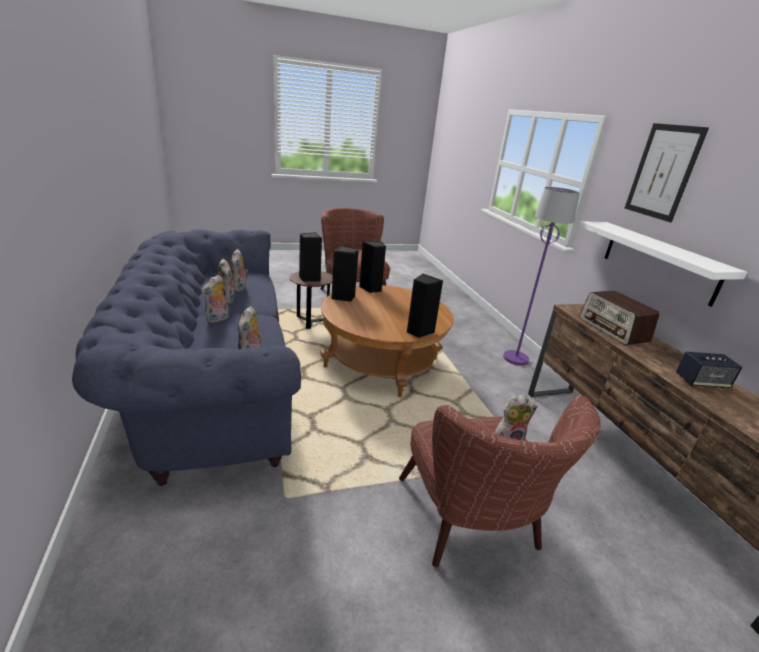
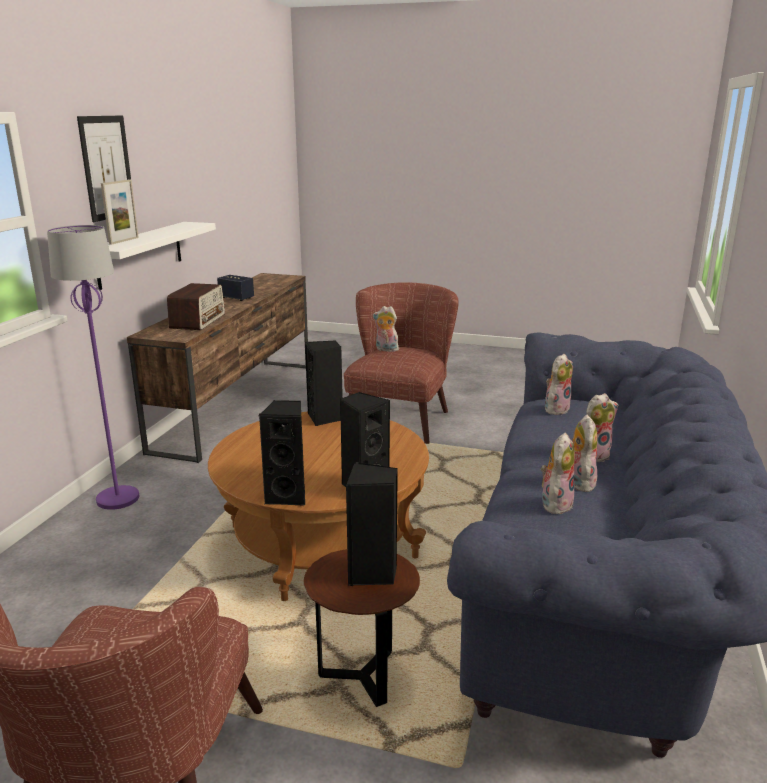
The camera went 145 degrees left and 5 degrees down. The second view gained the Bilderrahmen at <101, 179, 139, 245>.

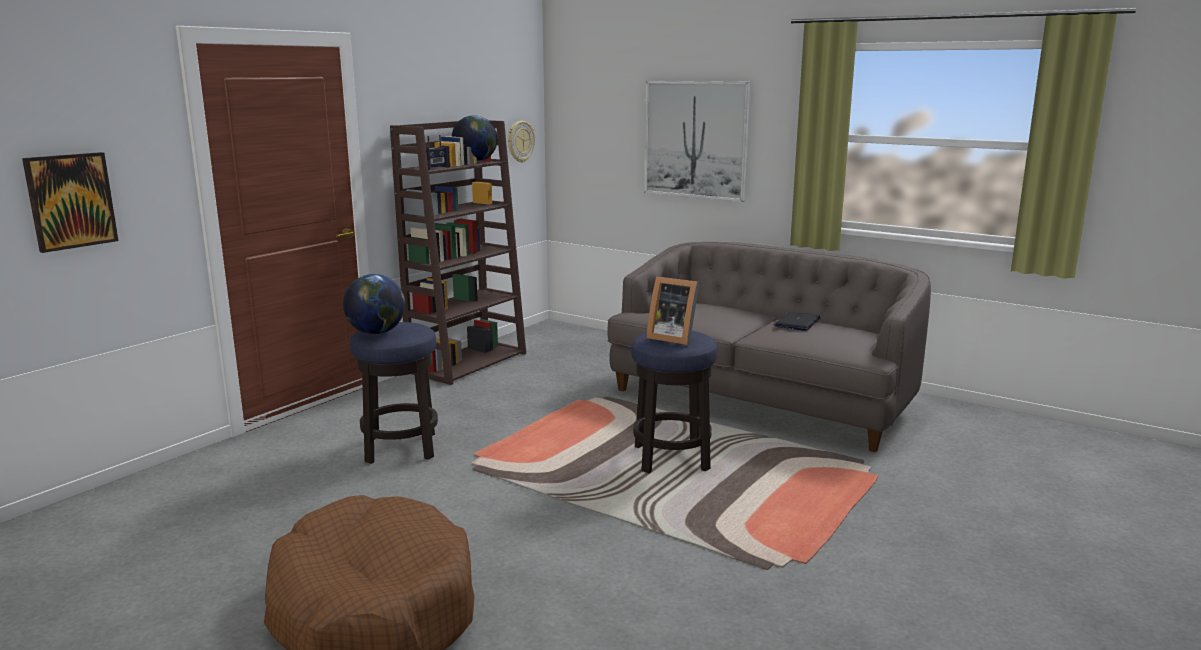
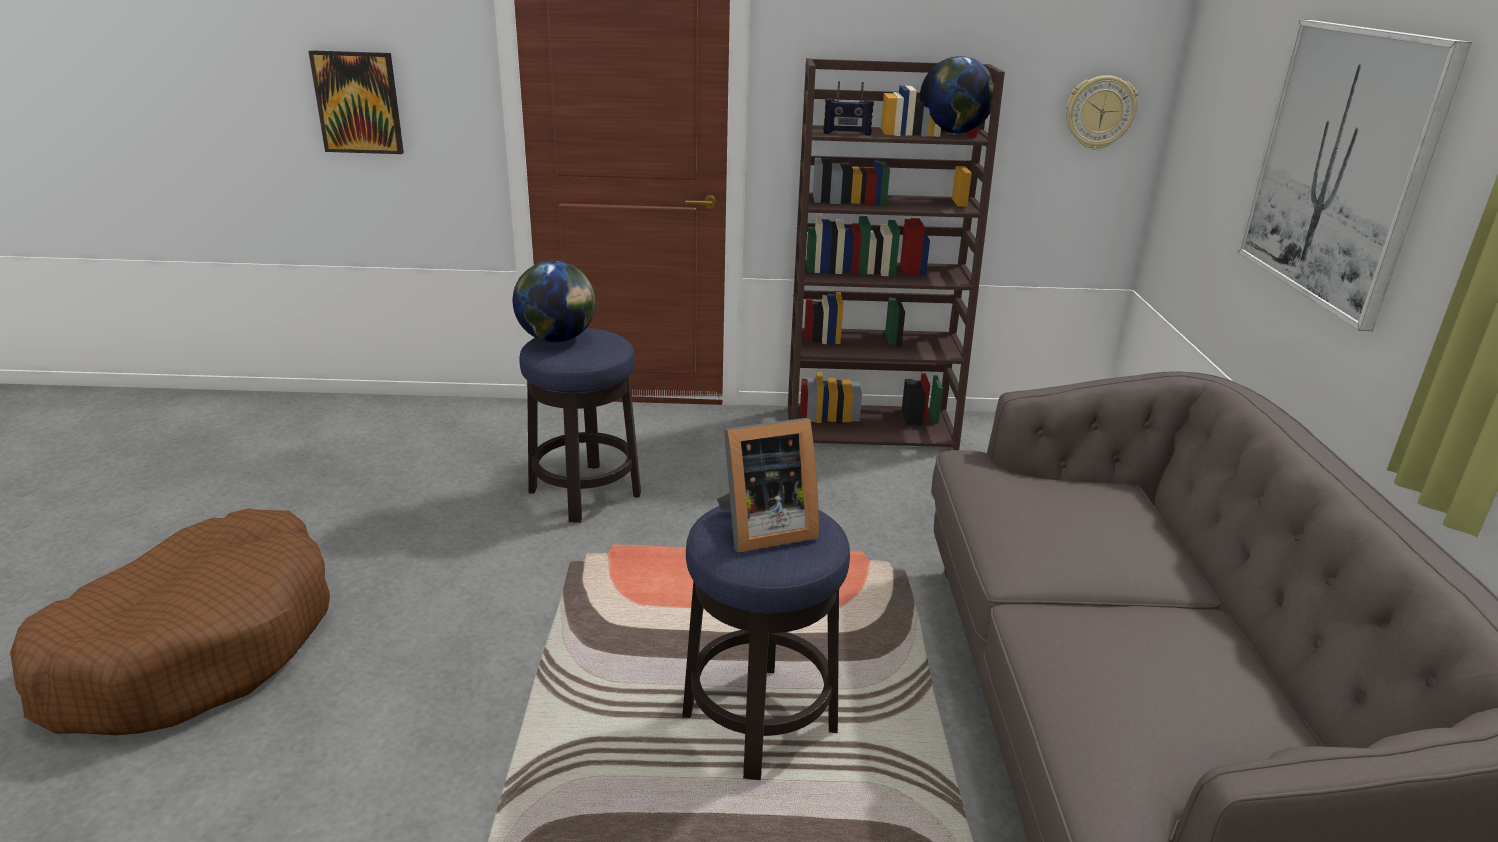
The camera went 55 degrees right and 10 degrees up. The Bilderrahmen at <646, 276, 700, 345> ended up facing another way, 105 degrees counterclockwise from before. The second view lost the Laptop at <774, 312, 820, 331>.

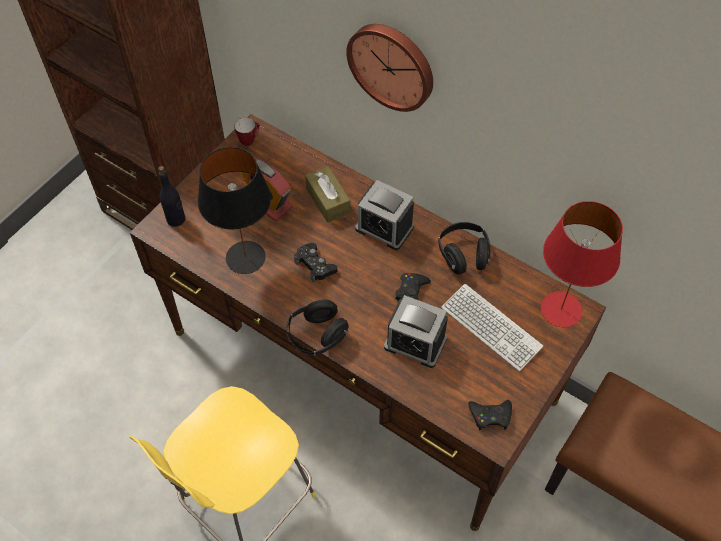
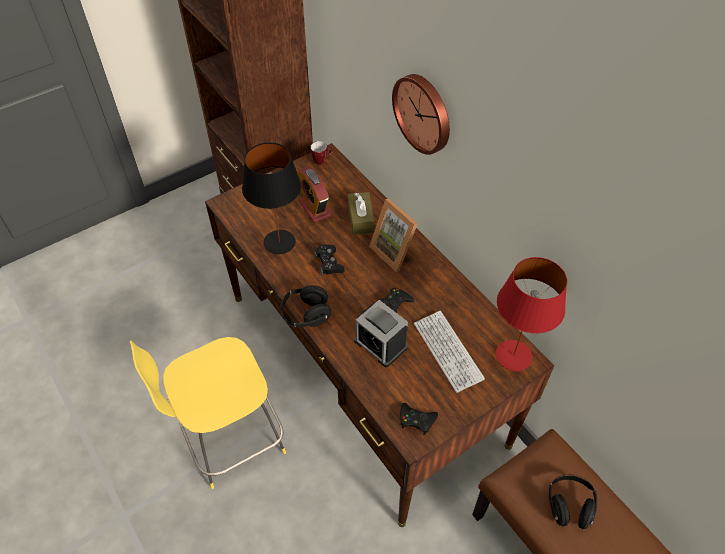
The camera went 20 degrees right and 5 degrees down. The second view lost the Flasche/schwarz at <158, 166, 185, 227>. Where the Wecker stood at <356, 180, 414, 250>, the Bilderrahmen came to stand at <369, 198, 418, 272>. The Kopfhörer/schwarz ended up elsewhere, having gone from <438, 222, 490, 274> to <549, 474, 597, 529>.

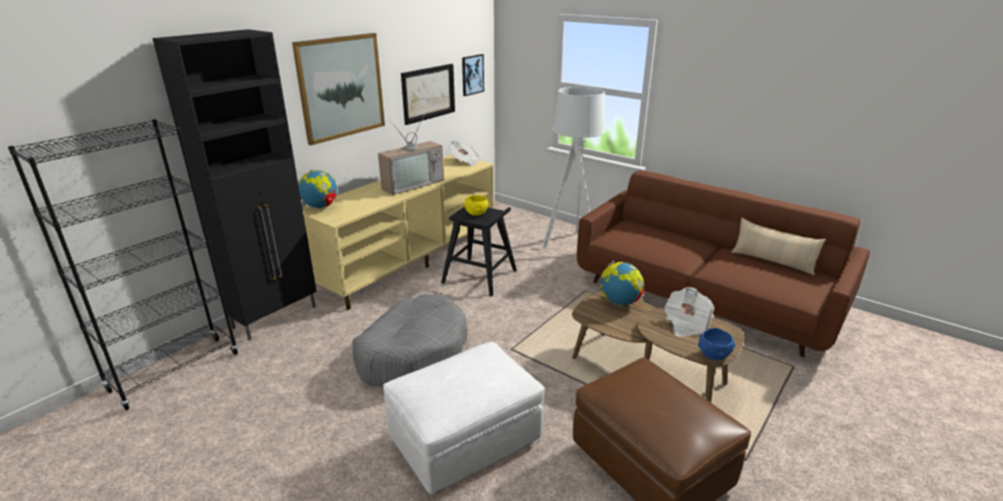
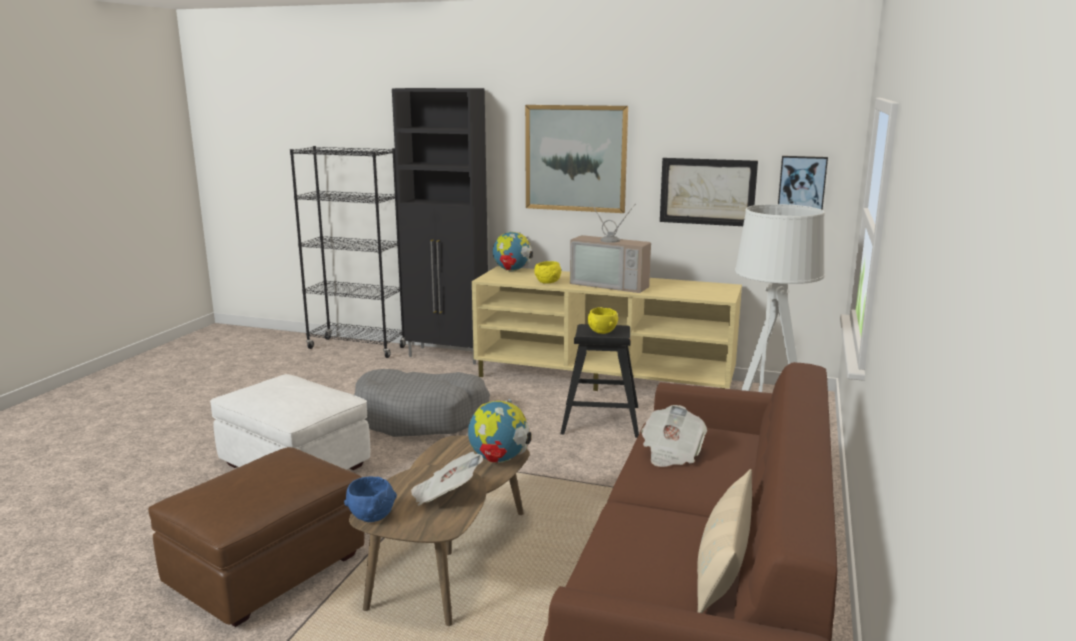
The camera went 70 degrees right and 10 degrees down. The Zeitung ended up elsewhere, having gone from <448, 141, 481, 166> to <641, 405, 707, 467>. The second view gained the Schüssel/gelb at <534, 261, 561, 284>.

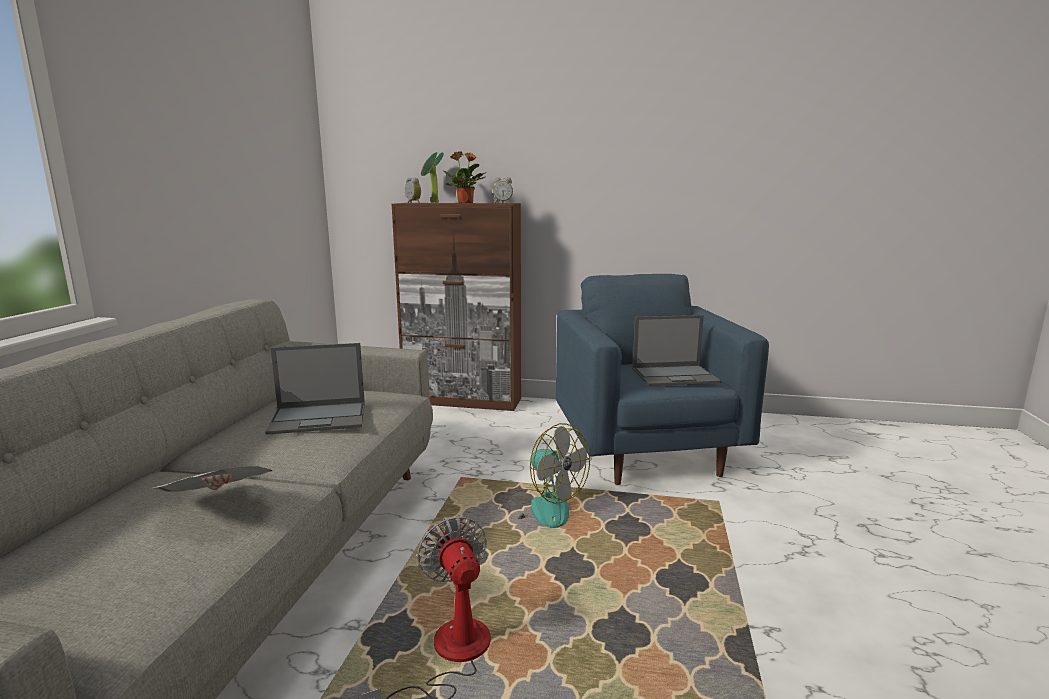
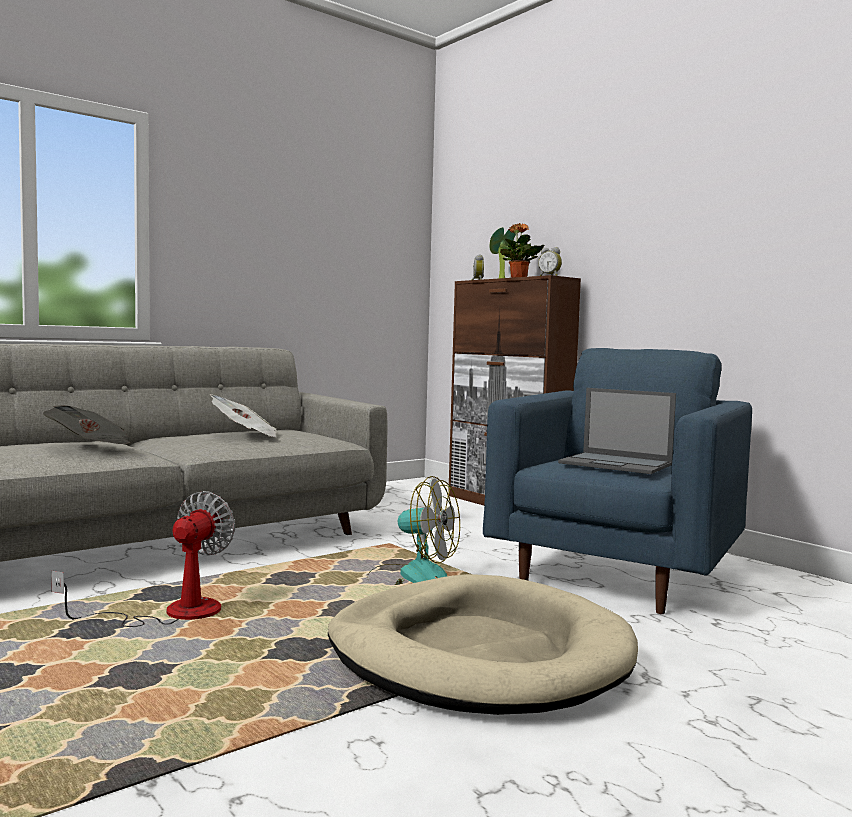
The camera went 40 degrees right and 10 degrees down. Where the Laptop stood at <265, 343, 365, 435>, the Zeitung came to stand at <210, 394, 277, 438>. The Ventilator at <500, 423, 590, 528> ended up facing another way, 60 degrees counterclockwise from before. The second view gained the Hundebett/beige at <328, 574, 638, 715>.

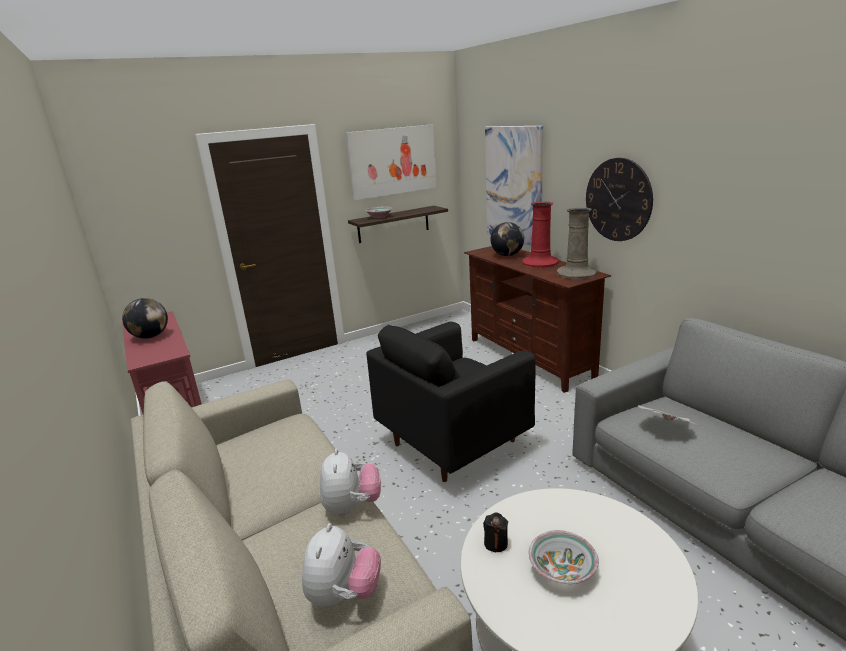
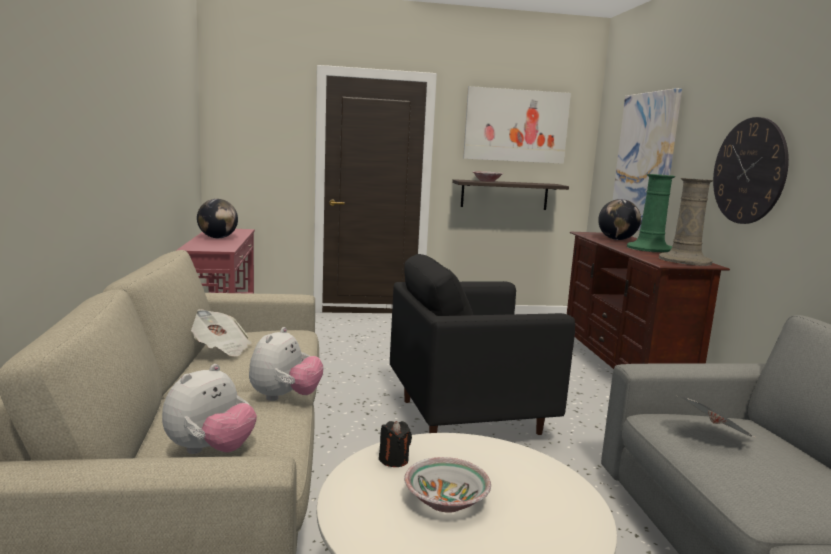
The camera went 20 degrees right and 10 degrees down. What was the Vase/rot at <522, 201, 559, 268> turned into the Vase/grün at <627, 174, 675, 253>. The second view gained the Zeitung at <191, 309, 252, 357>.

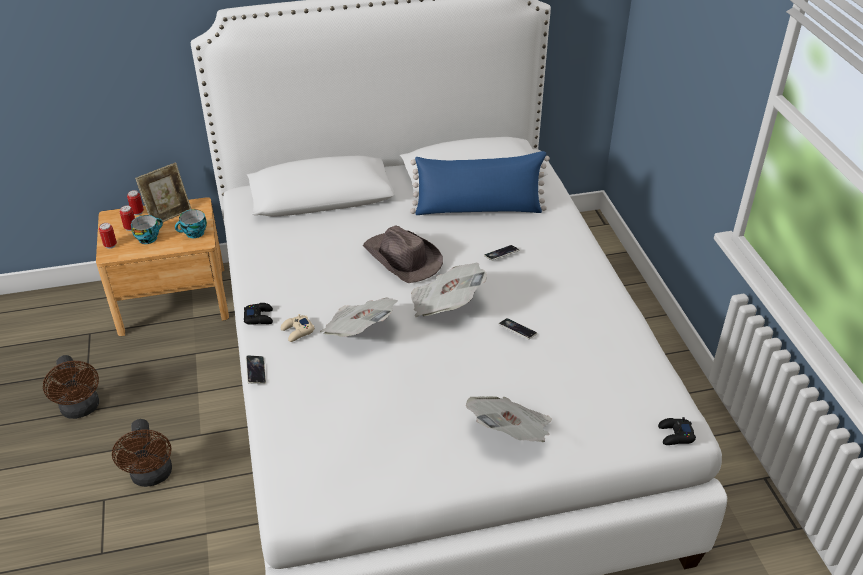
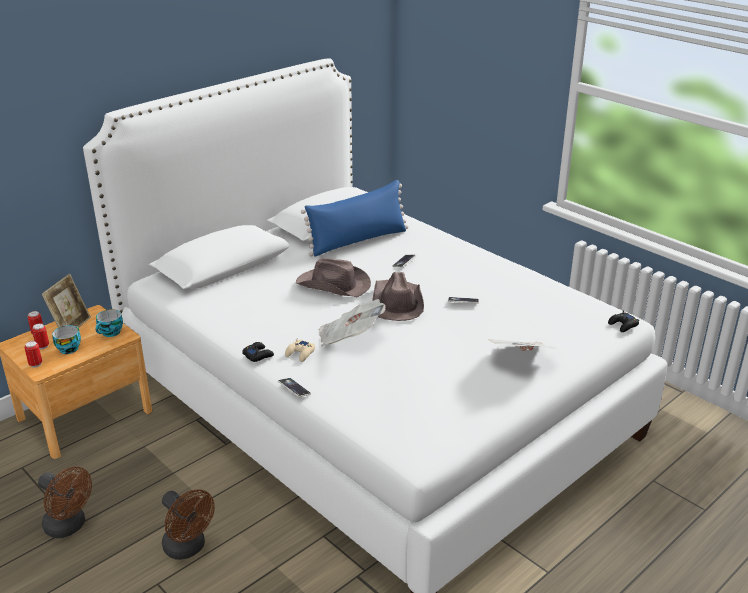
The camera went 30 degrees left and 10 degrees down. Where the Zeitung stood at <411, 263, 487, 317>, the Hut/braun came to stand at <372, 272, 424, 321>.

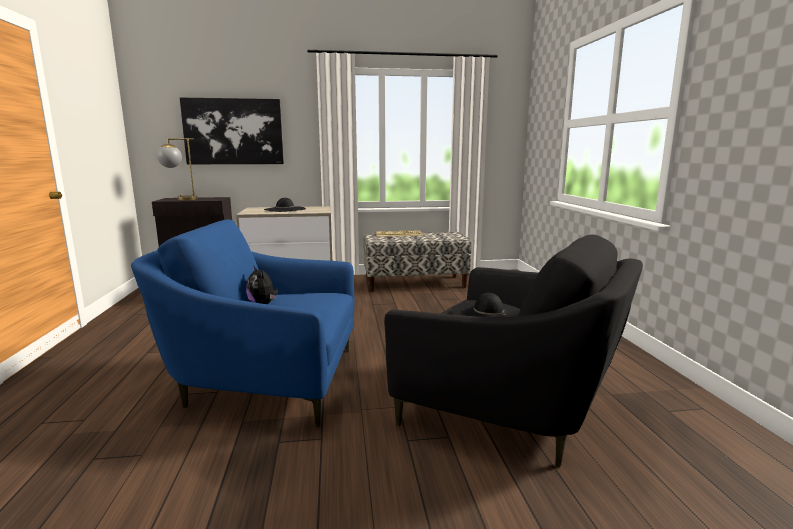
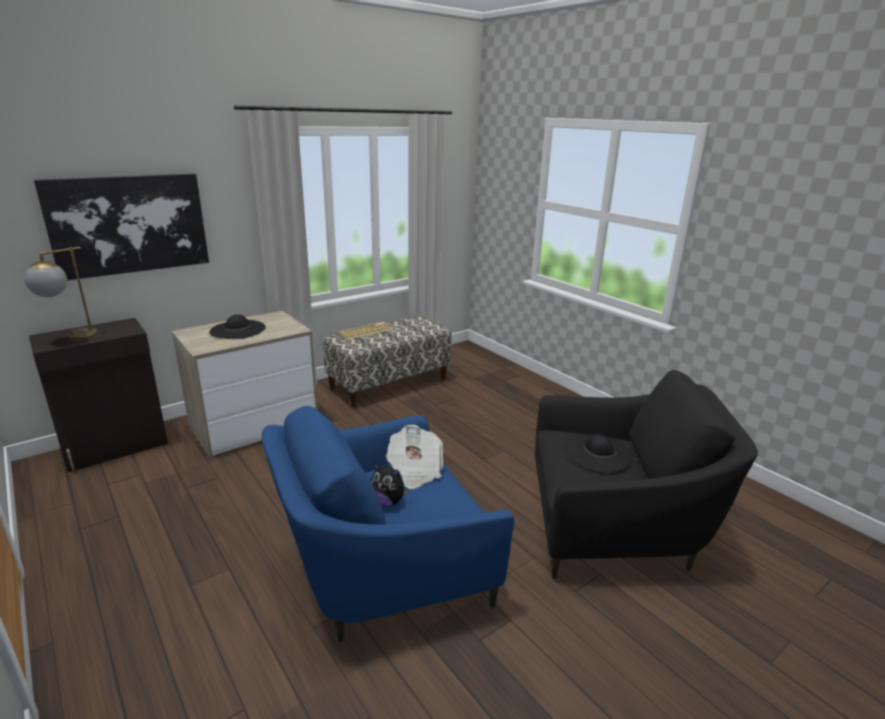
The camera went 30 degrees left and 10 degrees up. The second view gained the Zeitung at <386, 425, 443, 489>.

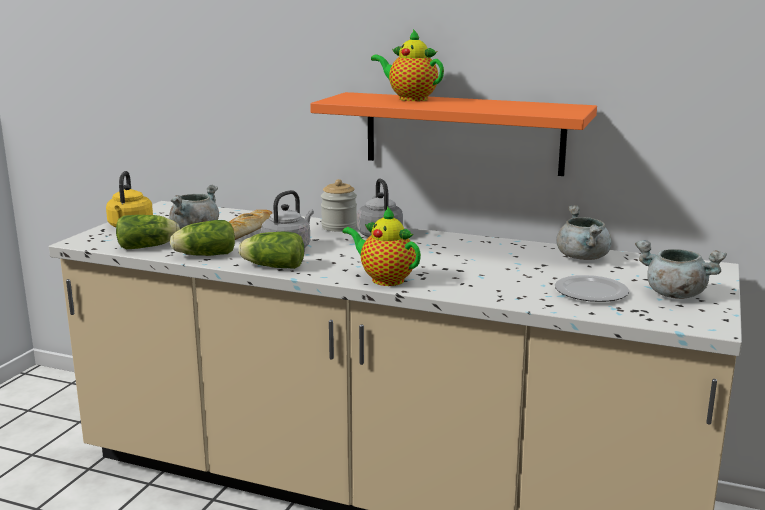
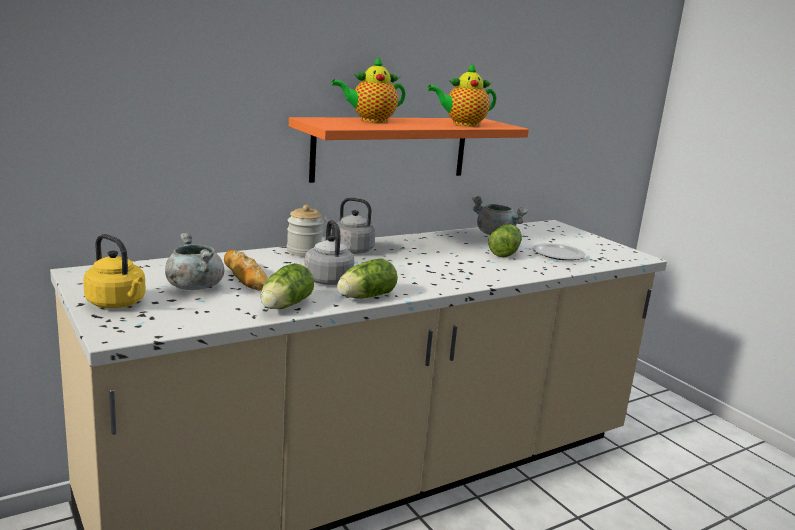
The camera went 55 degrees left and 0 degrees up. The Teekanne ended up elsewhere, having gone from <342, 206, 421, 286> to <427, 63, 497, 127>. The Salatkopf ended up elsewhere, having gone from <116, 215, 180, 249> to <488, 224, 522, 257>. The second view lost the Kochtopf/grau at <635, 240, 727, 299>.

